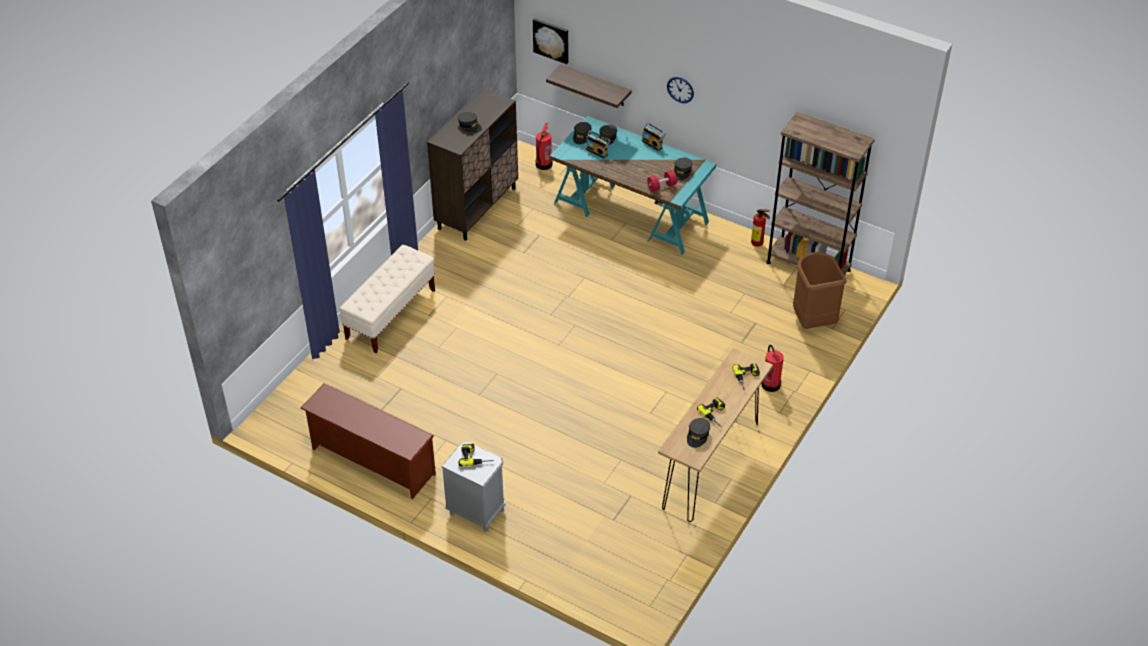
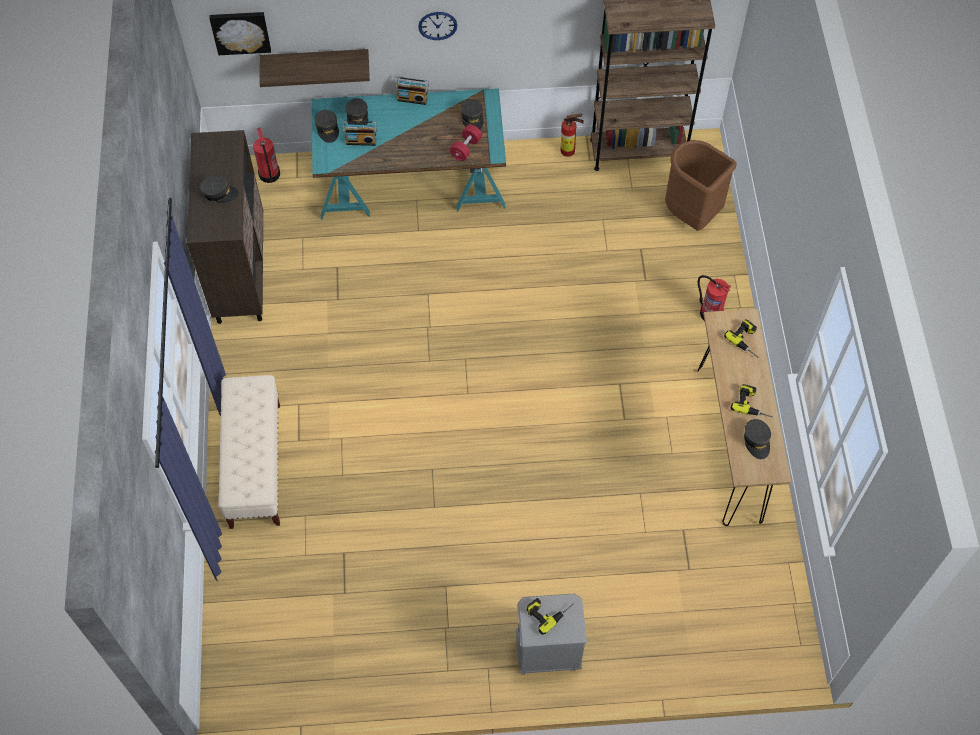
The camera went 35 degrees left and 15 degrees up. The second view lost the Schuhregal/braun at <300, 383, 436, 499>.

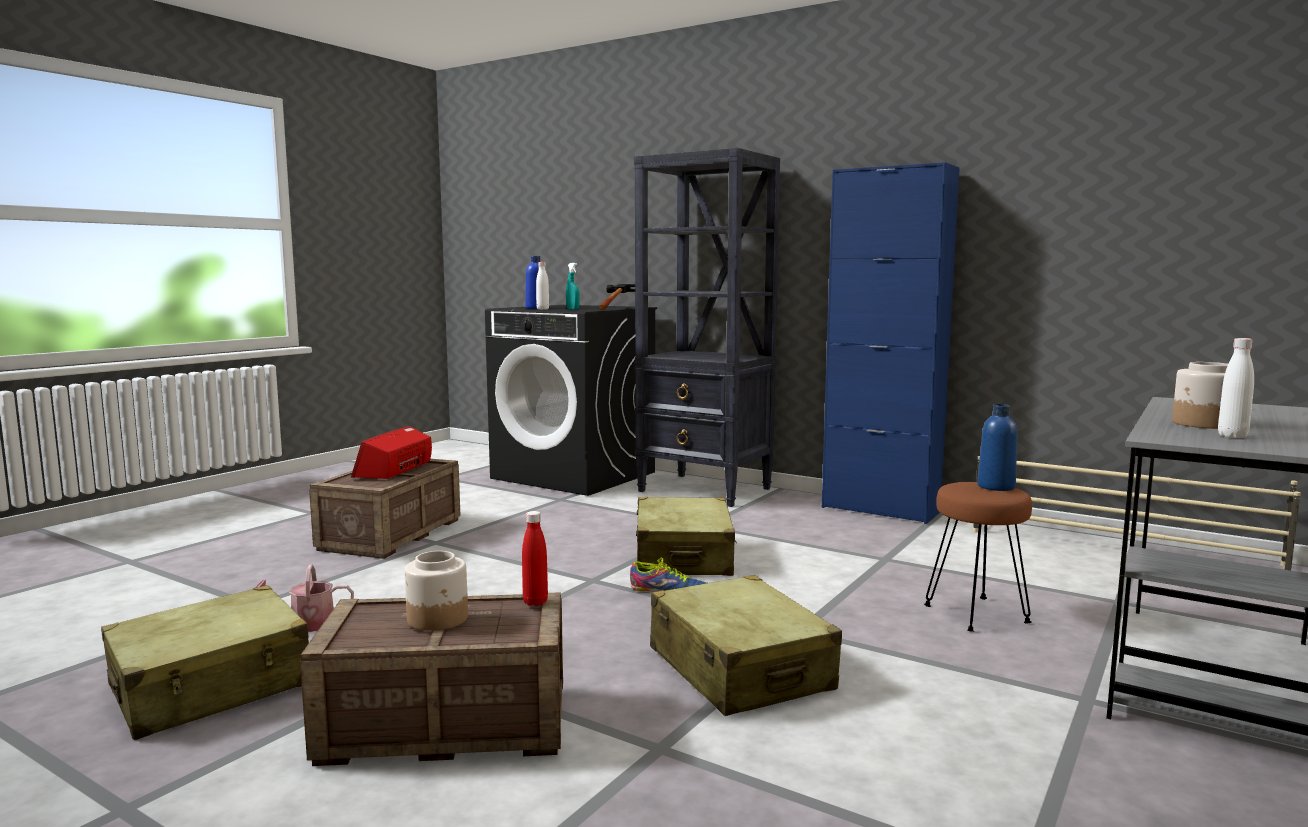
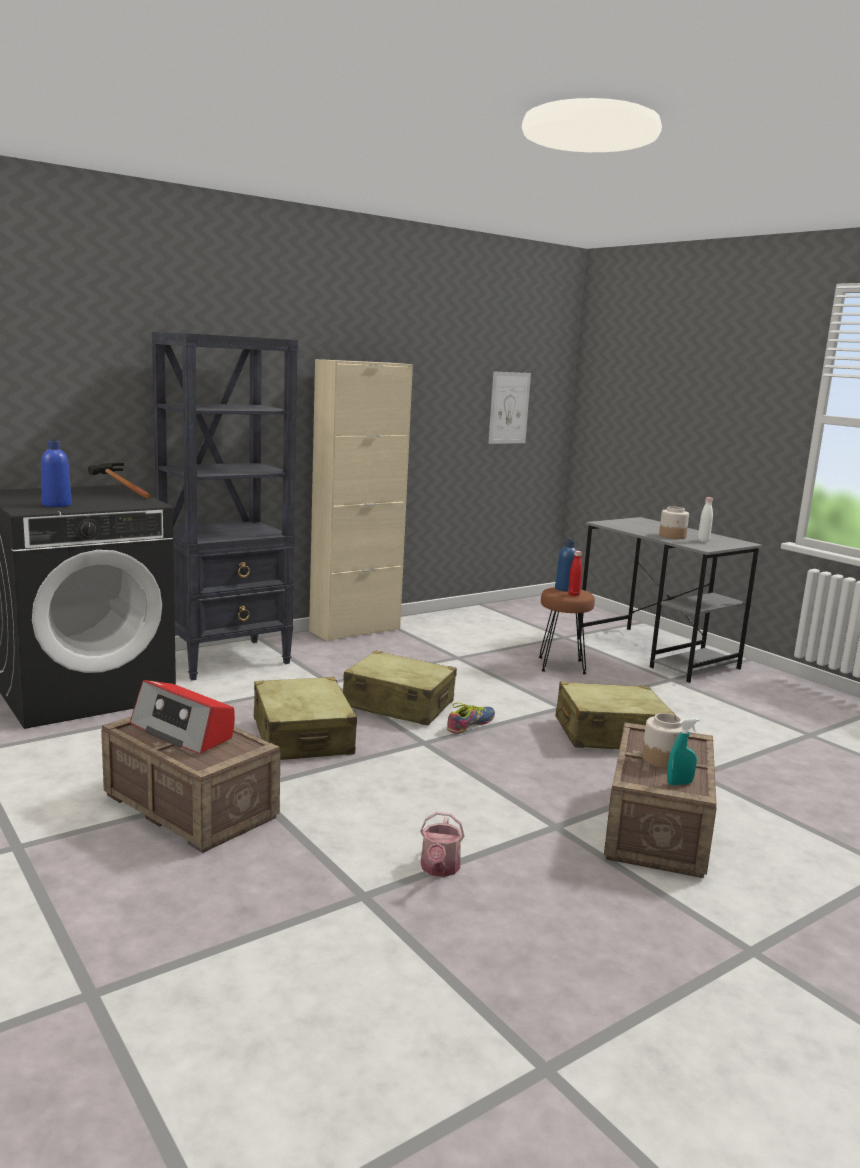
The camera went 70 degrees left and 5 degrees up. What was the Schrank/blau at <822, 162, 960, 524> turned into the Schrank/beige at <309, 359, 413, 642>. The second view lost the Flasche/weiß at <536, 262, 549, 310>. The Sprühflasche/türkis ended up elsewhere, having gone from <566, 263, 579, 310> to <667, 718, 699, 785>. The second view lost the Schuhregal/beige at <973, 456, 1301, 570>. The Flasche/rot ended up elsewhere, having gone from <522, 511, 548, 606> to <568, 551, 582, 596>. The Koffer/beige ended up elsewhere, having gone from <101, 585, 309, 740> to <254, 677, 357, 760>. The second view gained the Bild at <488, 372, 531, 444>.

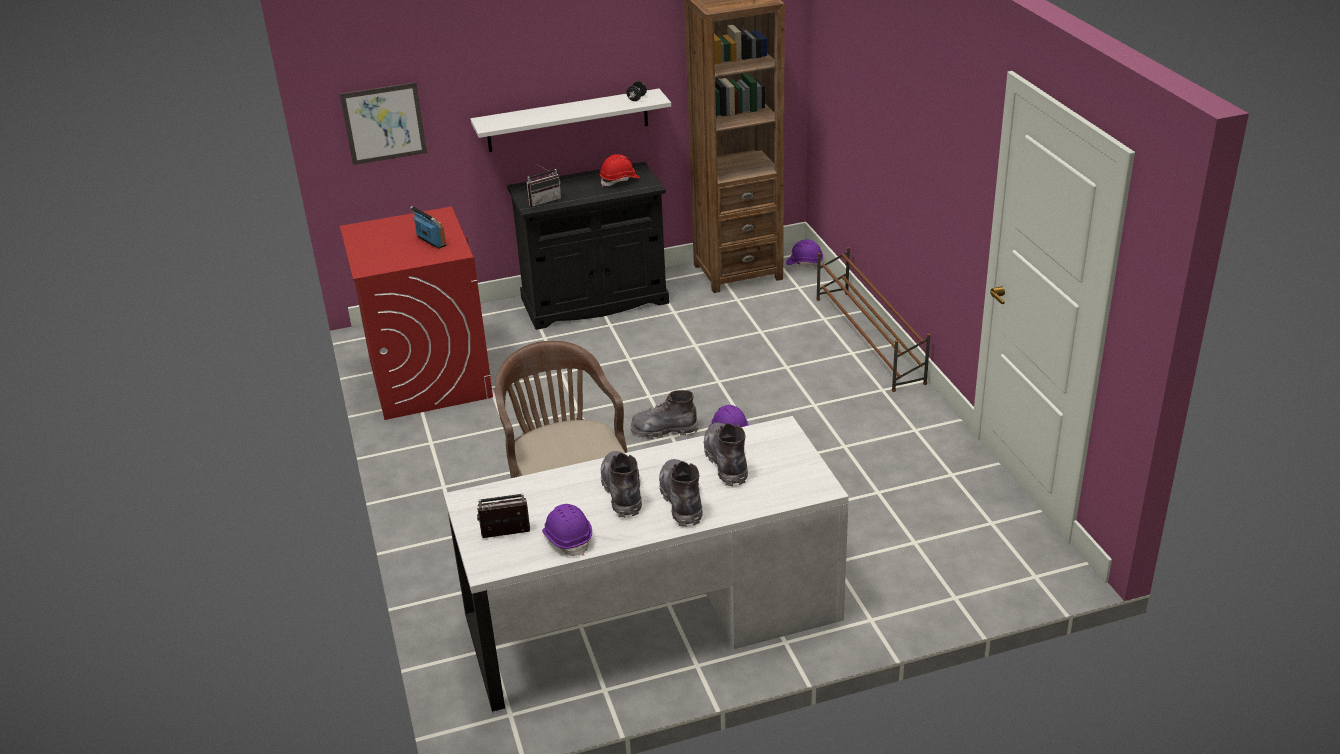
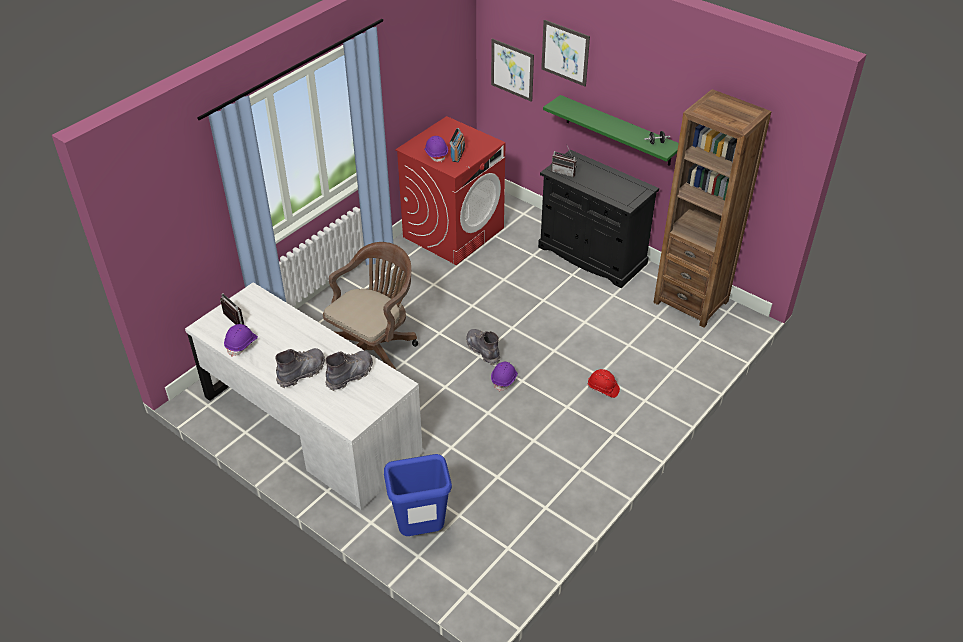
The camera went 55 degrees right and 10 degrees up. What was the Wandregal/weiß at <471, 89, 671, 152> turned into the Wandregal/grün at <543, 95, 679, 166>. The Schutzhelm/rot ended up elsewhere, having gone from <600, 154, 640, 186> to <588, 369, 620, 398>. The Schutzhelm/lila ended up elsewhere, having gone from <786, 239, 824, 267> to <424, 136, 448, 162>. The second view lost the Schuhregal/braun at <816, 247, 931, 392>. The second view lost the Stiefel/grau at <601, 451, 642, 518>. The second view gained the Bild at <541, 19, 590, 86>. The second view gained the Mülleimer/blau at <384, 454, 452, 536>.

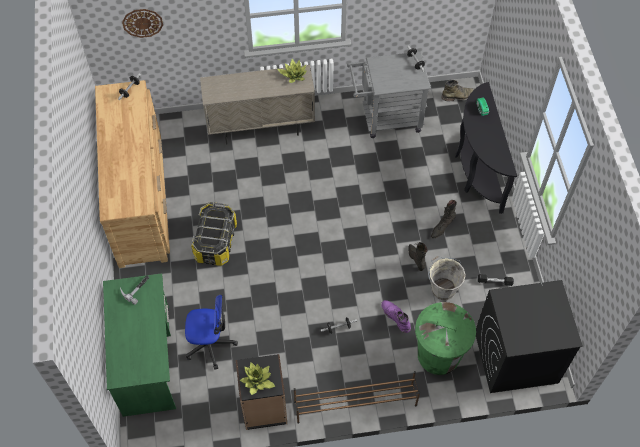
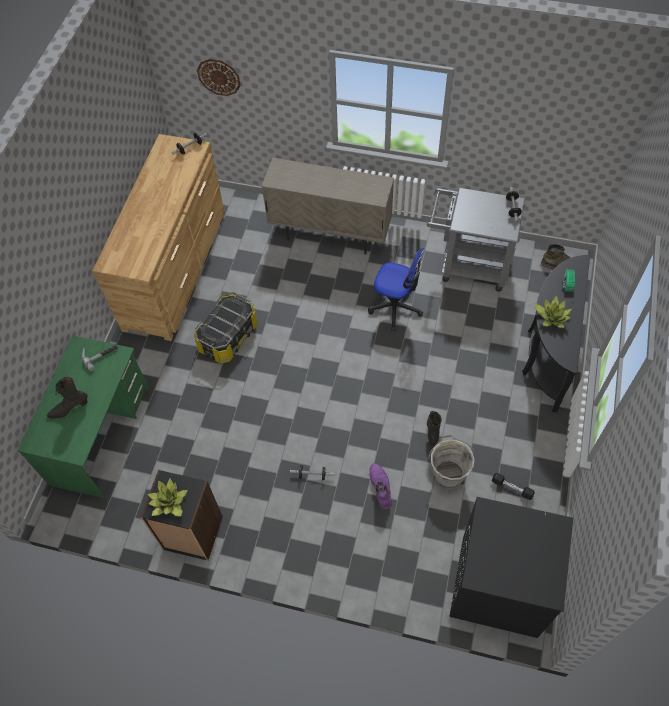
The camera went 25 degrees right and 0 degrees up. The Topfpflanze ended up elsewhere, having gone from <277, 59, 307, 83> to <533, 295, 572, 328>. The Stiefel/schwarz ended up elsewhere, having gone from <431, 200, 457, 238> to <47, 377, 88, 419>. The Bürostuhl ended up elsewhere, having gone from <185, 295, 238, 370> to <368, 248, 424, 331>. The second view lost the Mülleimer/grün at <415, 302, 476, 375>. The second view lost the Schuhregal/braun at <294, 371, 420, 423>.

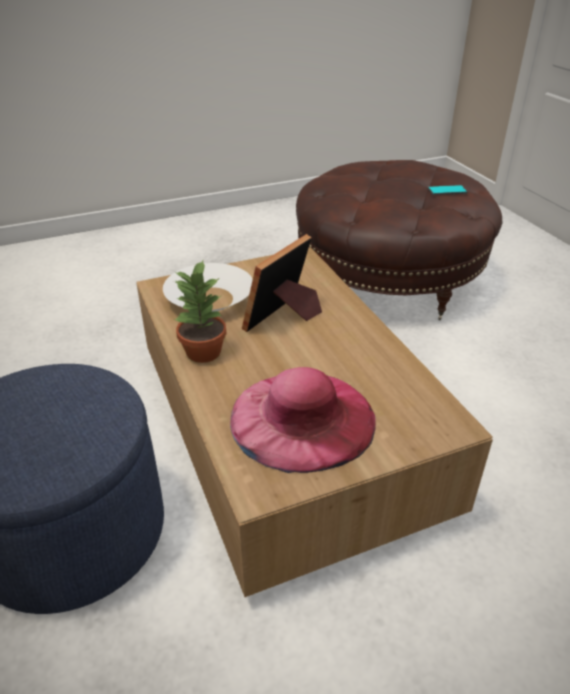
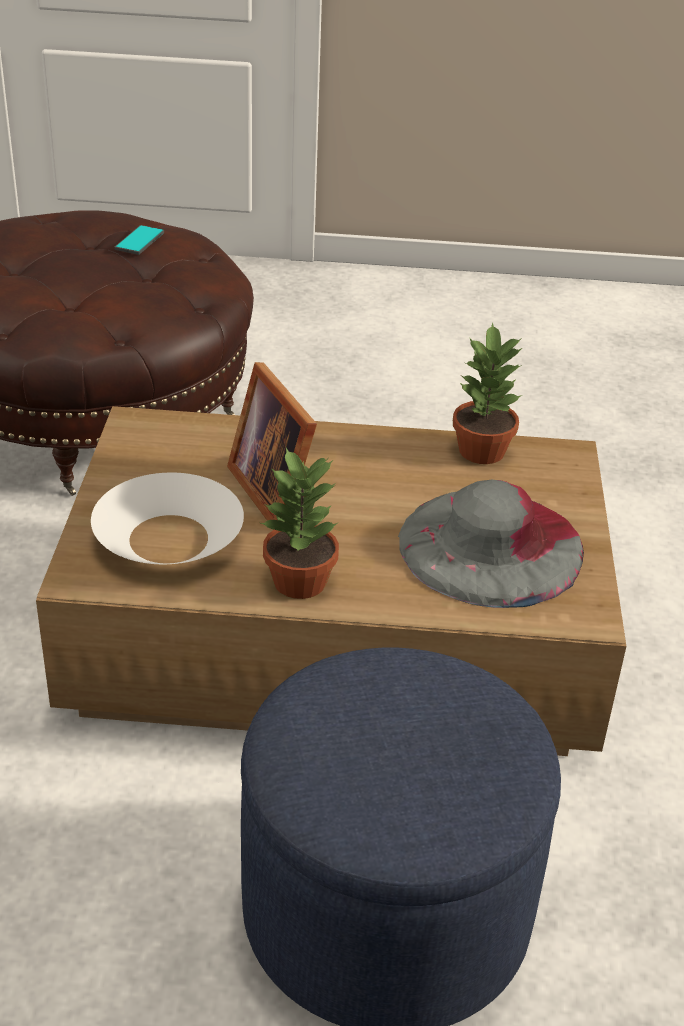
The camera went 65 degrees left and 0 degrees up. What was the Hut/rosa at <230, 367, 376, 473> turned into the Hut/grau at <398, 480, 584, 608>. The second view gained the Topfpflanze at <453, 322, 522, 464>.

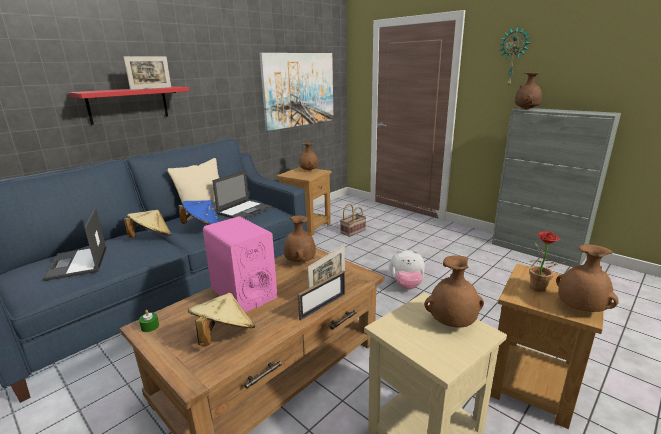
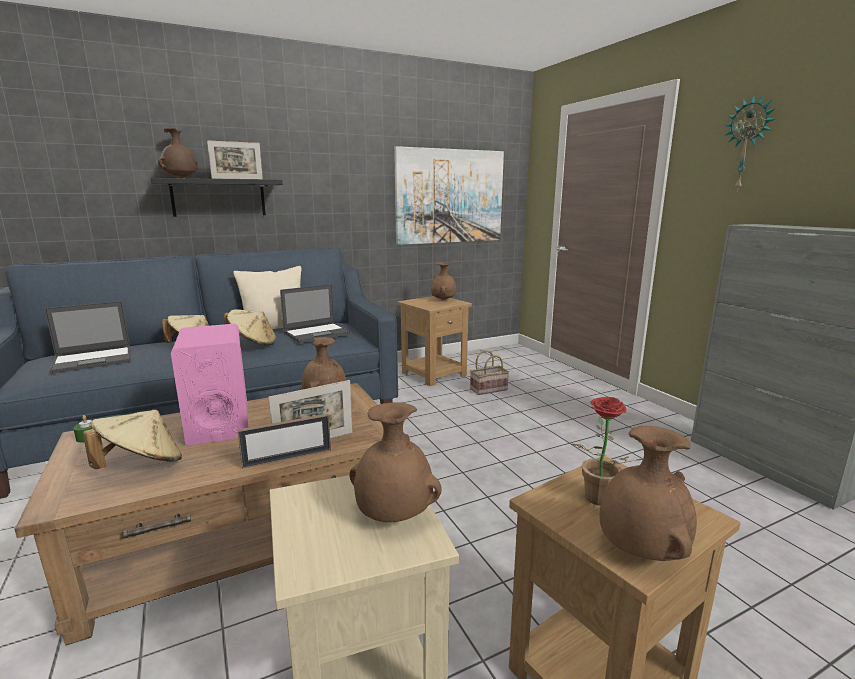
The camera went 20 degrees right and 5 degrees down. The Vase/braun ended up elsewhere, having gone from <515, 72, 542, 110> to <158, 128, 198, 178>. What was the Wandregal/rot at <69, 86, 190, 125> turned into the Wandregal/schwarz at <150, 178, 283, 217>. What was the Hut/blau at <178, 200, 221, 225> turned into the Hut/beige at <224, 309, 276, 345>. The Laptop at <43, 208, 107, 281> ended up facing another way, 120 degrees counterclockwise from before. The second view lost the Plüschtier at <389, 250, 425, 290>.

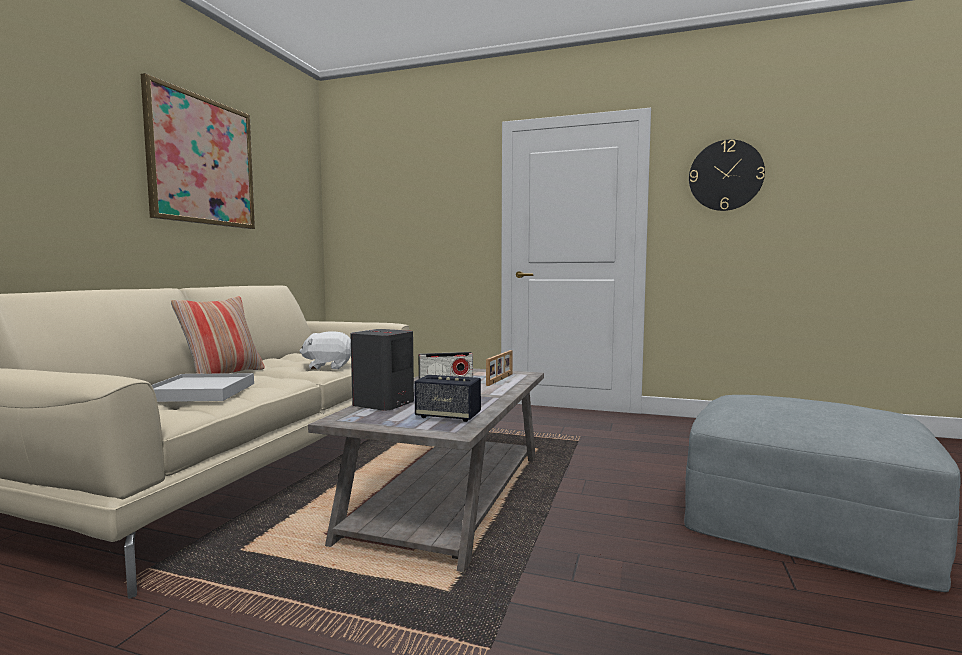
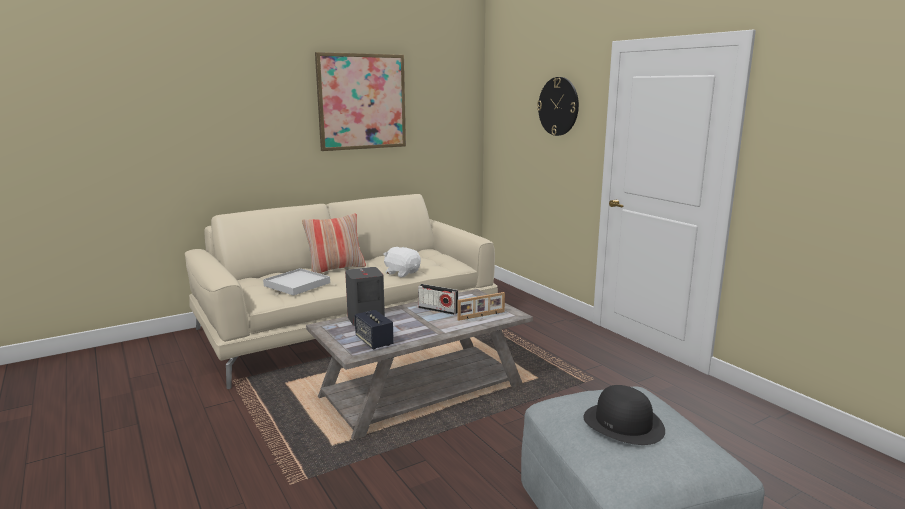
The camera went 40 degrees right and 10 degrees up. The Wanduhr ended up elsewhere, having gone from <689, 139, 765, 211> to <537, 77, 579, 136>. The second view gained the Hut/schwarz at <583, 385, 665, 445>.

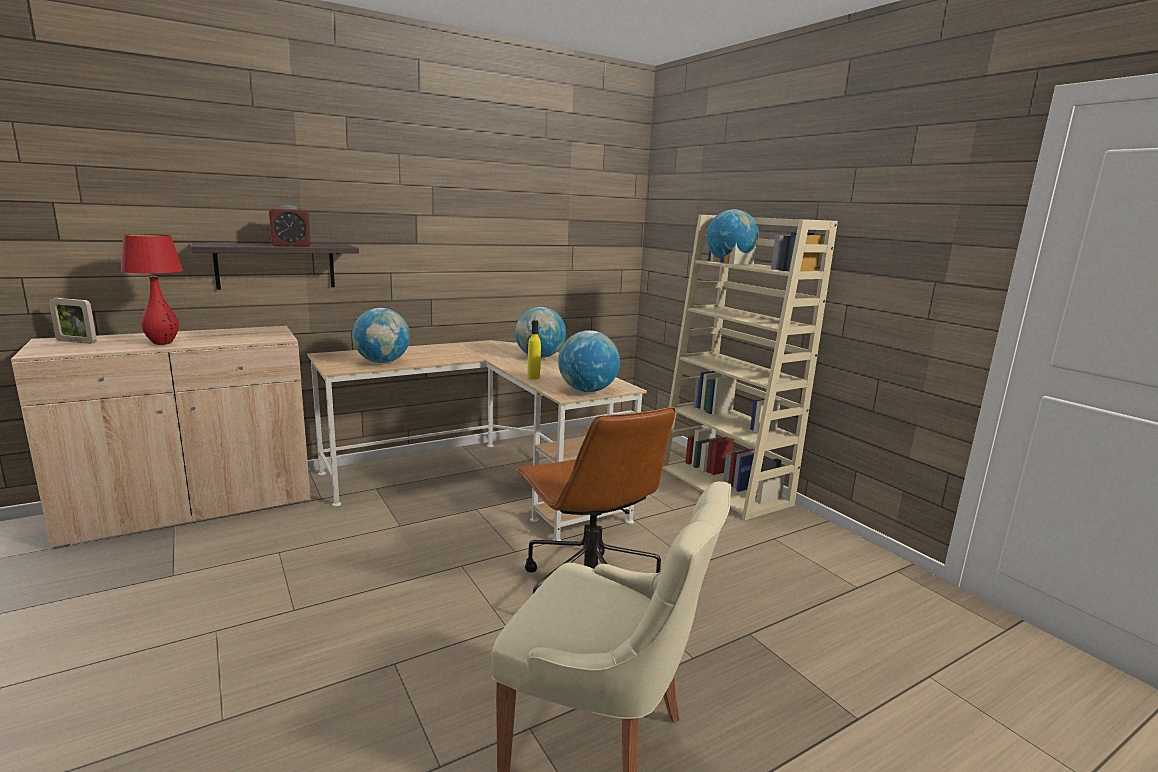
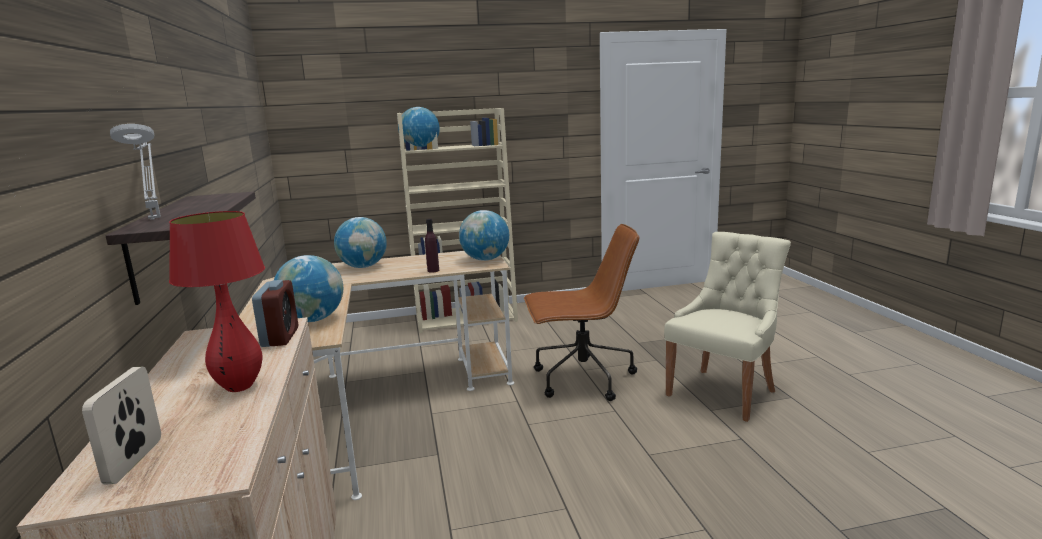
The camera went 70 degrees left and 0 degrees up. The Wecker ended up elsewhere, having gone from <269, 205, 311, 247> to <252, 280, 298, 347>. The Bilderrahmen at <49, 298, 97, 344> ended up facing another way, 150 degrees clockwise from before. What was the Flasche/gelb at <527, 320, 541, 379> turned into the Flasche/lila at <425, 219, 439, 273>. The second view gained the Tischlampe/grau at <110, 124, 161, 220>.

